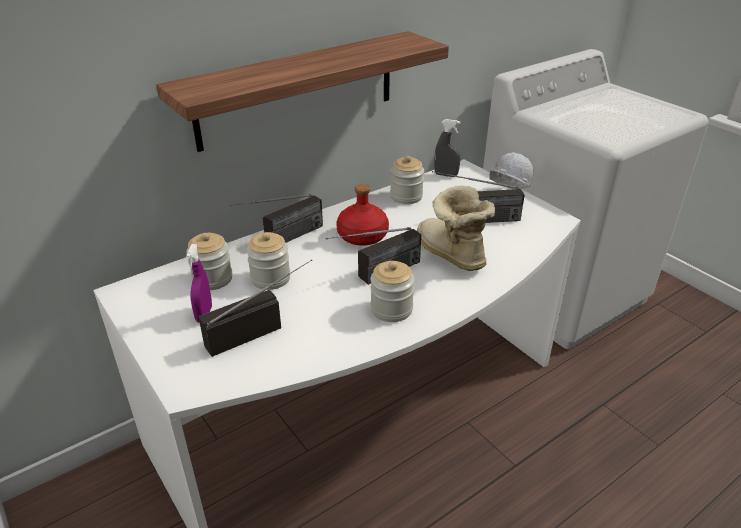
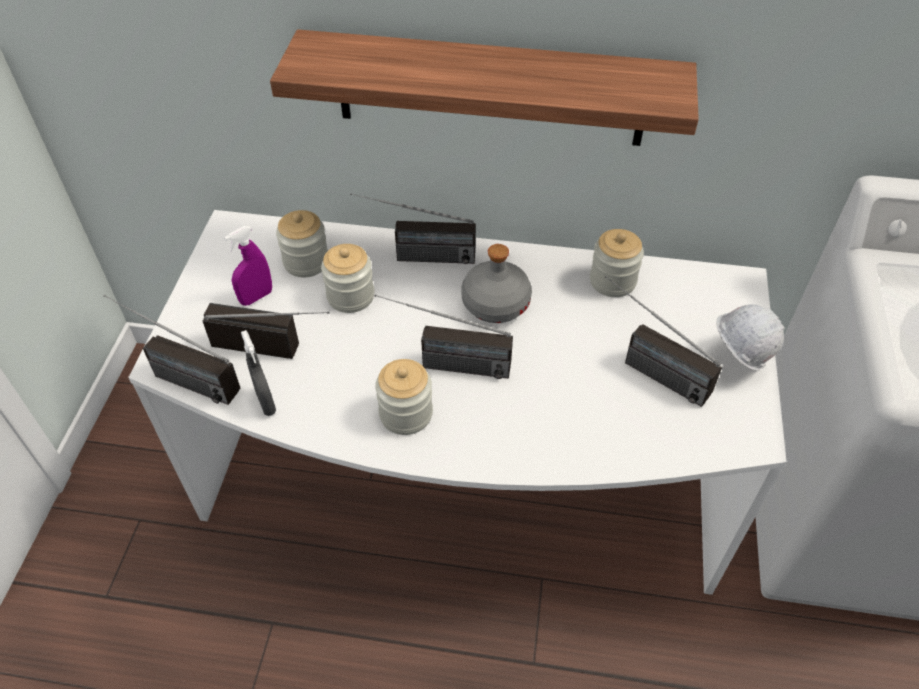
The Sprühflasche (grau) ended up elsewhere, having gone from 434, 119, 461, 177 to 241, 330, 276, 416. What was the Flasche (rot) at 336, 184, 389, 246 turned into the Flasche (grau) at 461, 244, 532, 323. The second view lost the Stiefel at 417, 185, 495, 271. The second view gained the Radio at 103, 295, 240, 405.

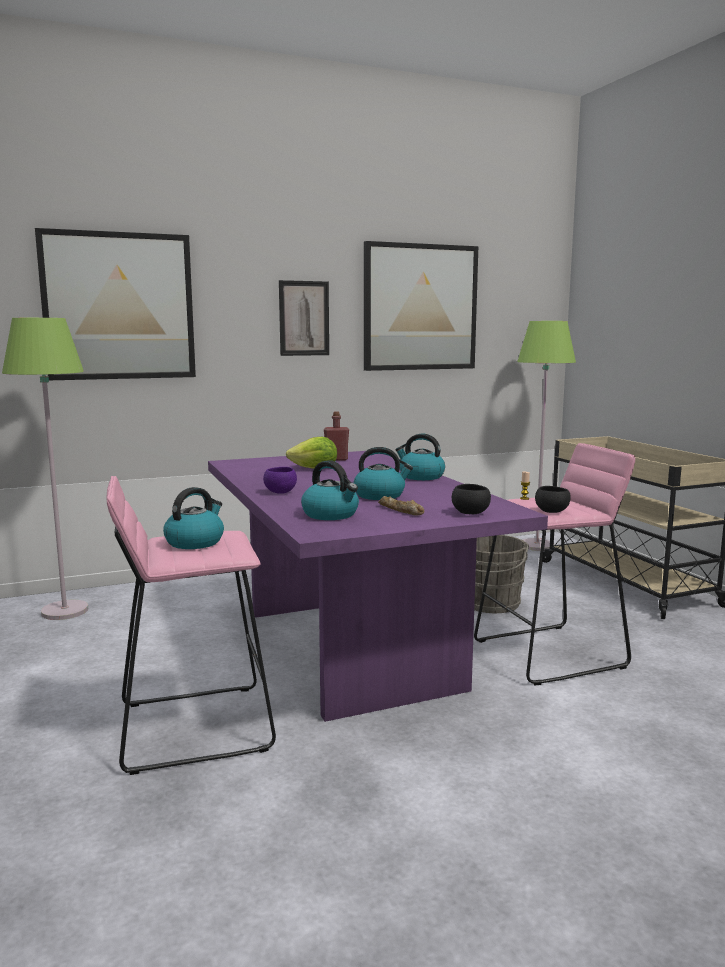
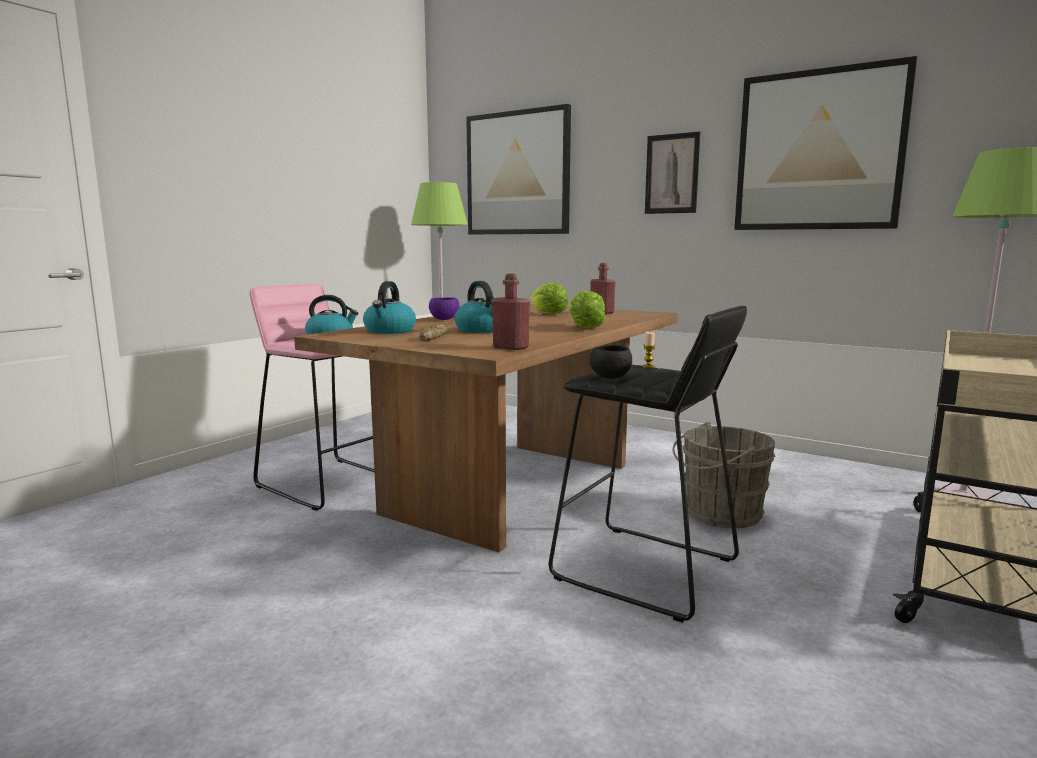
Where the Wasserkessel stood at 395, 434, 445, 480, the Salatkopf came to stand at 569, 291, 606, 328. What was the Hocker (rosa) at 474, 443, 635, 685 turned into the Hocker (schwarz) at 549, 306, 747, 623. What was the Esstisch (lila) at 208, 451, 548, 722 turned into the Esstisch (braun) at 294, 304, 678, 553. The second view lost the Schüssel (schwarz) at 452, 484, 491, 514. The second view gained the Flasche (rot) at 492, 274, 530, 350.

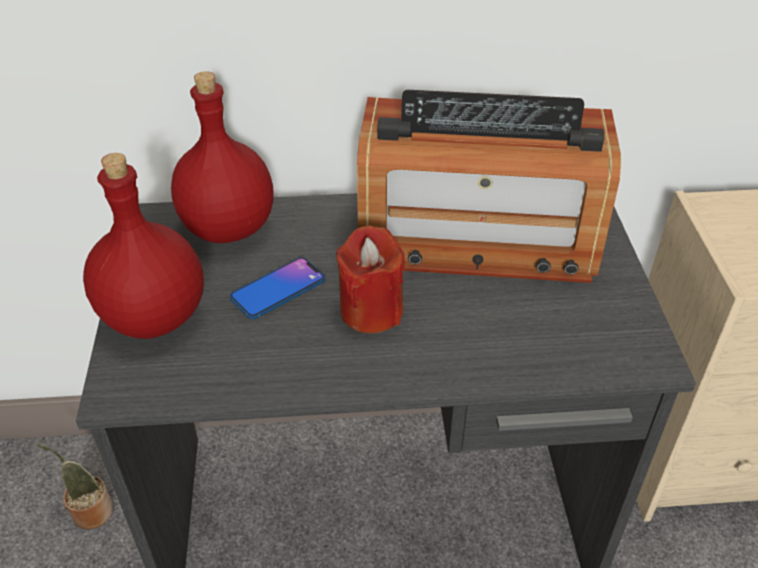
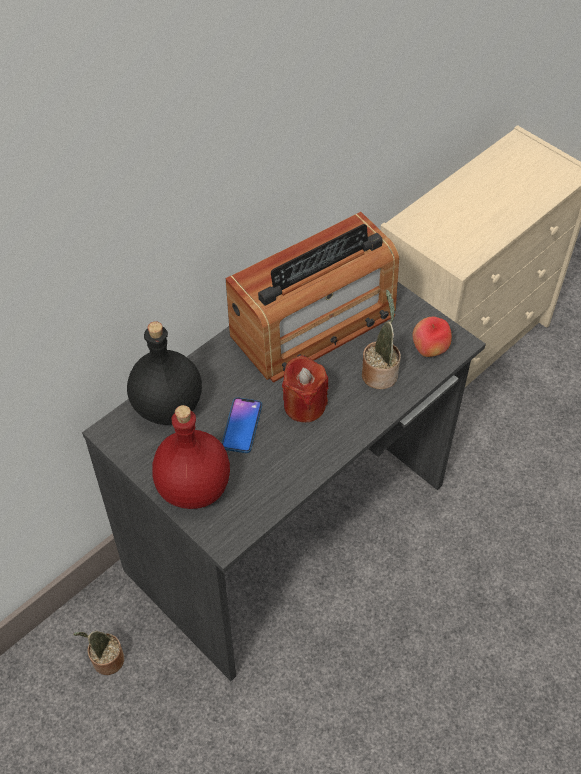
What was the Flasche (rot) at 171, 71, 274, 243 turned into the Flasche (schwarz) at 127, 321, 202, 425. The second view gained the Topfpflanze at 362, 290, 401, 389. The second view gained the Apfel at 413, 317, 452, 357.

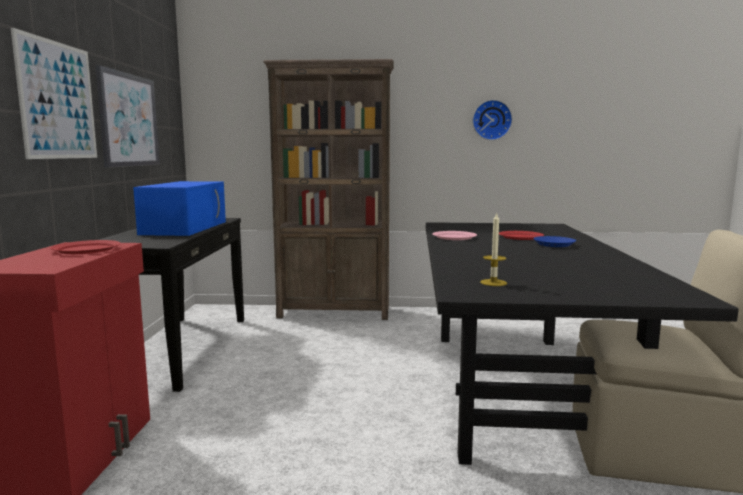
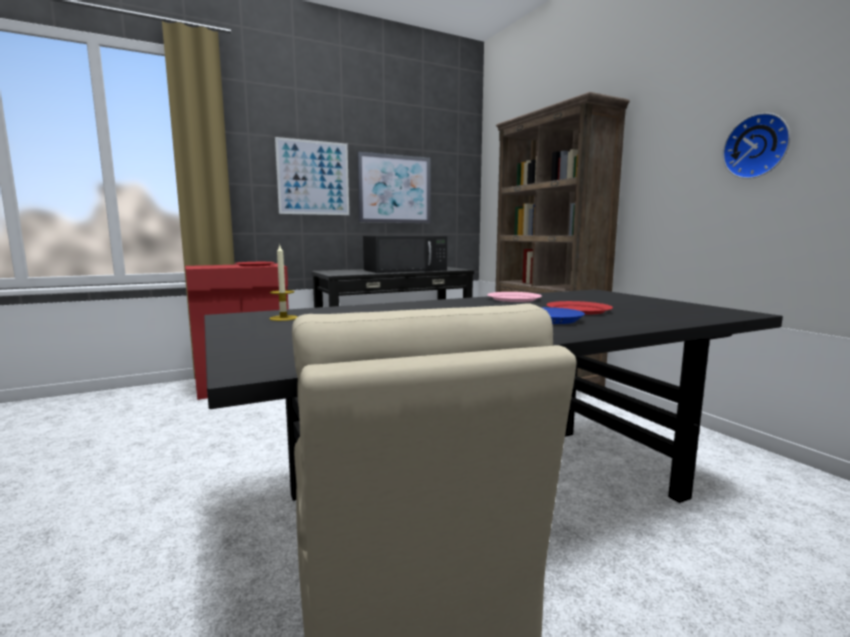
What was the Mikrowelle (blau) at 133, 181, 226, 236 turned into the Mikrowelle (schwarz) at 363, 236, 447, 273.

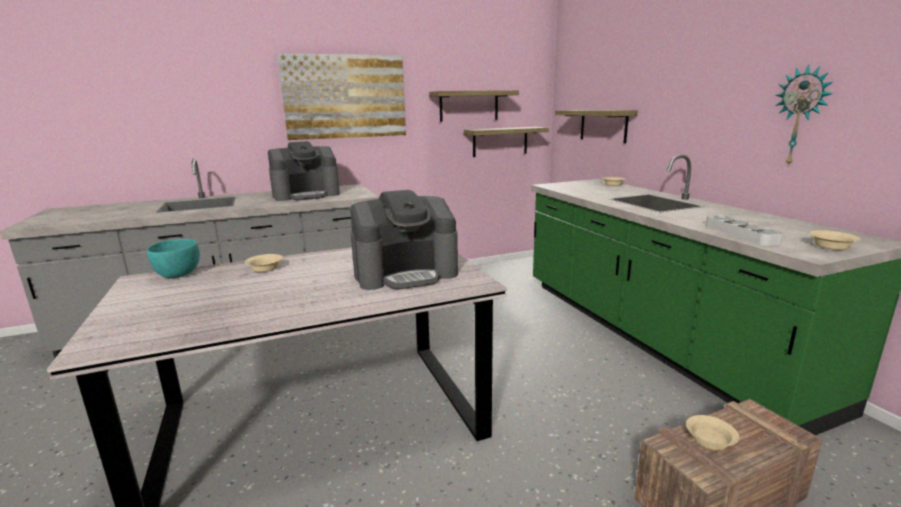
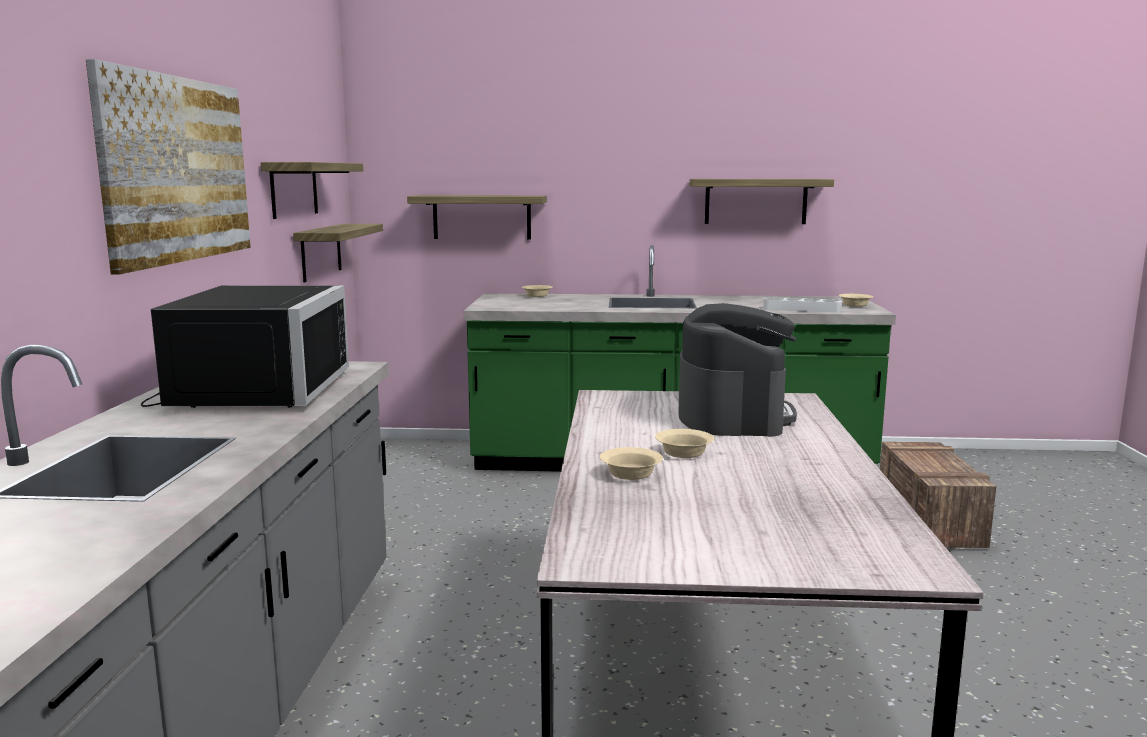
Where the Wanduhr hung at 775, 65, 833, 166, the Wandregal came to hang at 689, 179, 834, 224. Where the Kaffeemaschine stood at 268, 141, 340, 201, the Mikrowelle (schwarz) came to stand at 141, 285, 349, 408. The second view lost the Schüssel (türkis) at 147, 239, 200, 279. The Schüssel (beige) ended up elsewhere, having gone from 686, 415, 739, 450 to 655, 429, 714, 458.

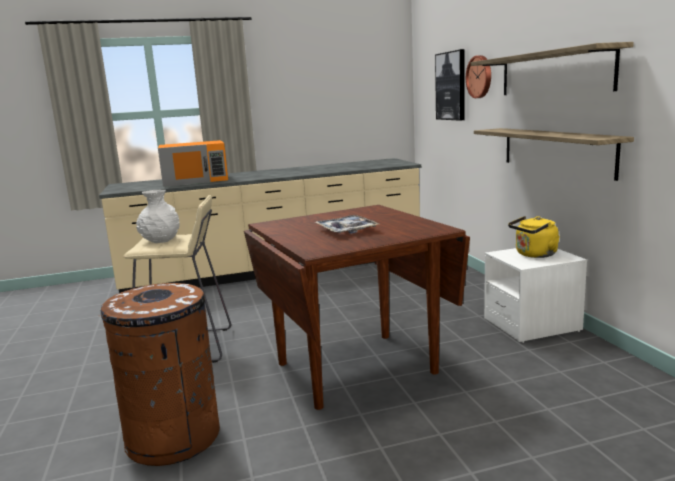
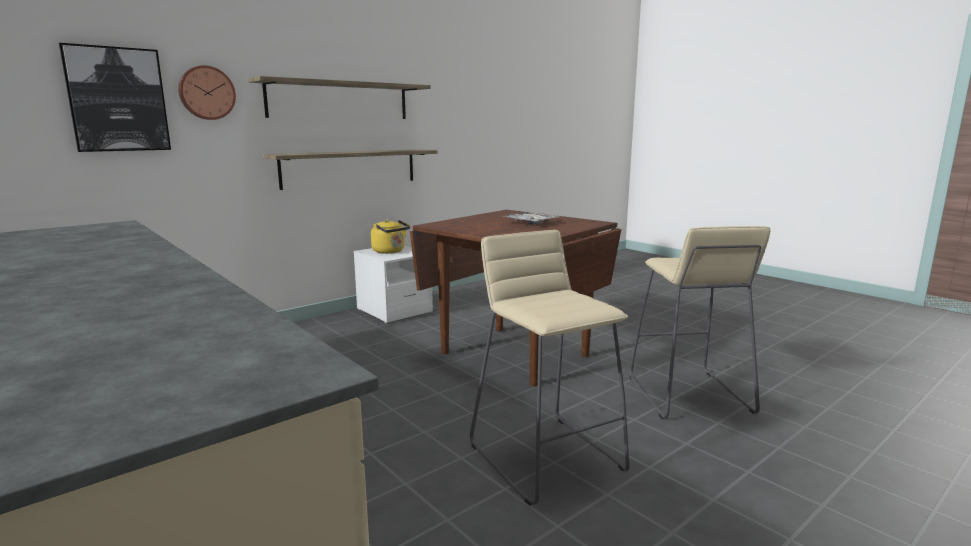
The second view lost the Mikrowelle (orange) at 158, 140, 228, 187. The second view lost the Vase (weiß) at 136, 190, 180, 243. Where the Mülleimer (braun) stood at 99, 283, 220, 466, the Hocker (beige) came to stand at 630, 226, 770, 419.

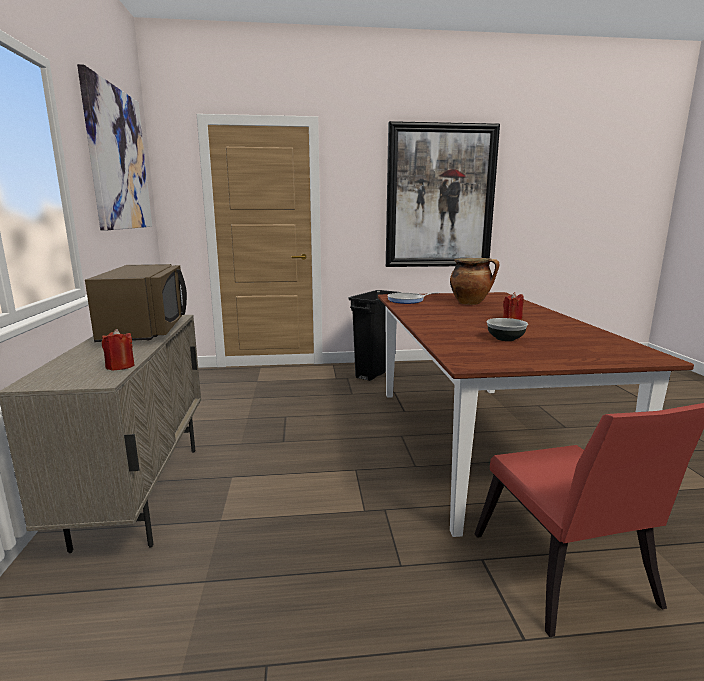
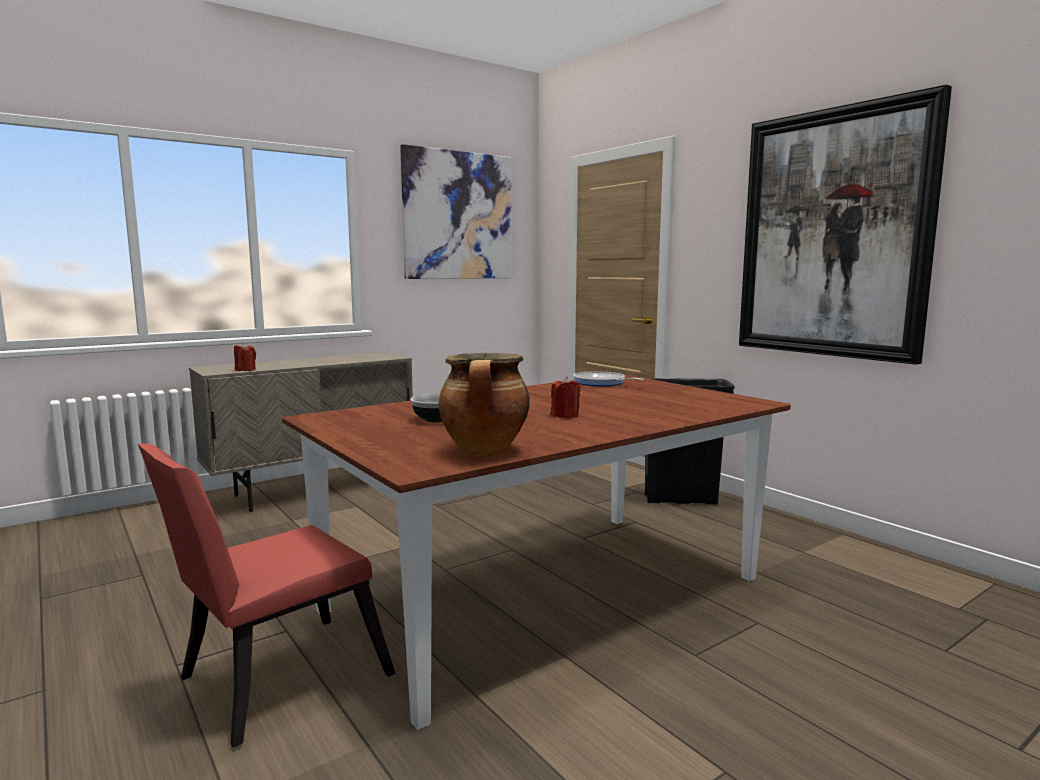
The Kochtopf ended up elsewhere, having gone from 450, 258, 499, 305 to 439, 353, 529, 456. The second view lost the Mikrowelle (braun) at 85, 264, 187, 342.

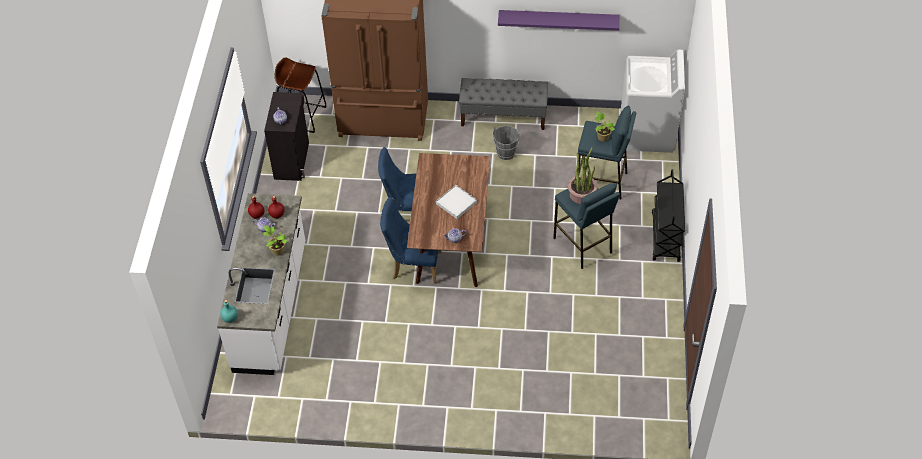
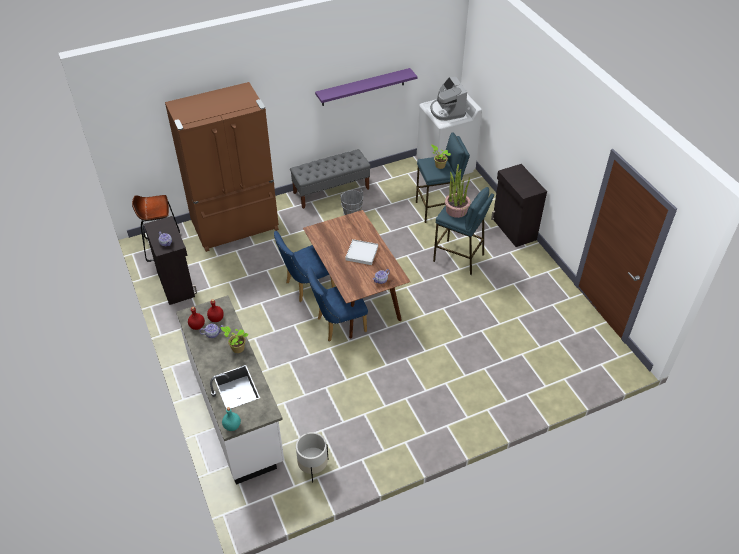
Where the Rollwagen (schwarz) stood at 652, 169, 685, 262, the Schrank (schwarz) came to stand at 491, 164, 547, 247. The second view gained the Kaffeemaschine at 430, 77, 467, 121. The second view gained the Pflanzkübel (weiß) at 296, 432, 328, 482.

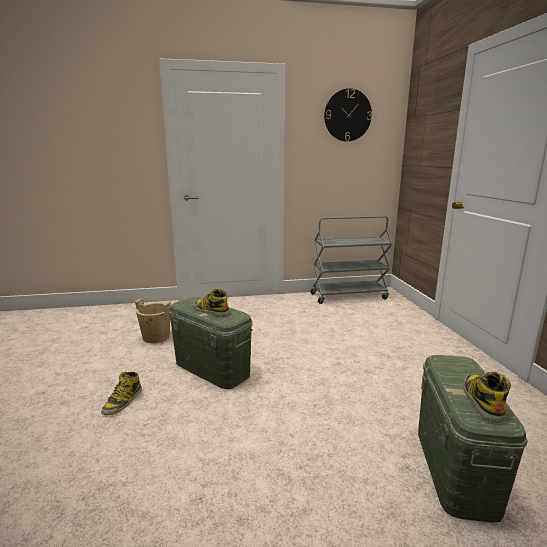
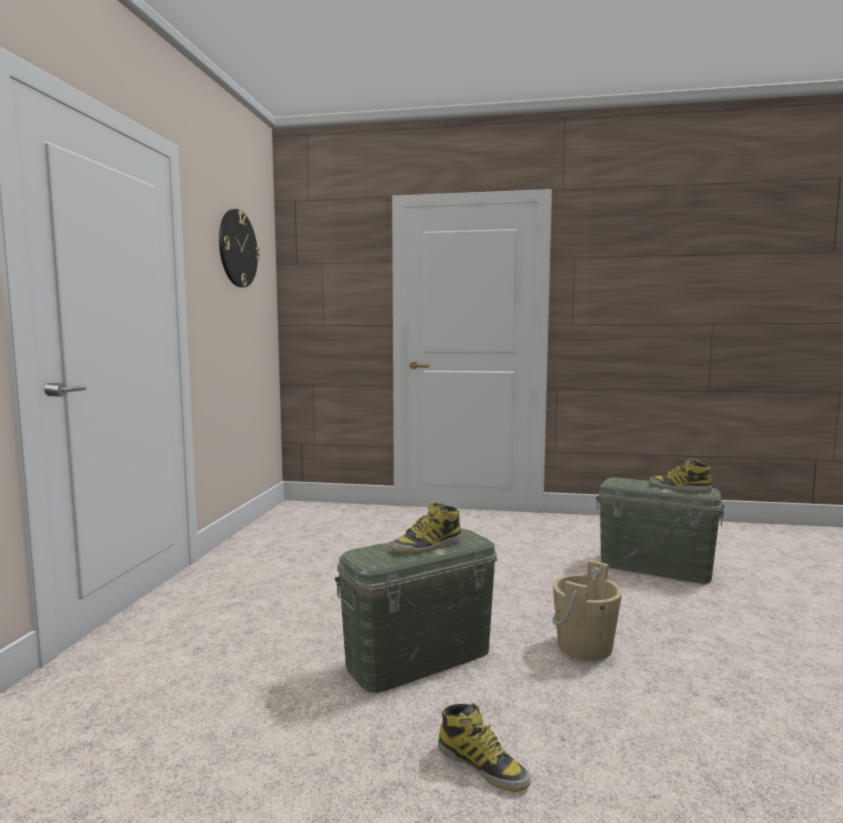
The second view lost the Rollwagen (grau) at 310, 216, 393, 304. The Eimer (beige) ended up elsewhere, having gone from 135, 298, 171, 343 to 552, 560, 622, 661.

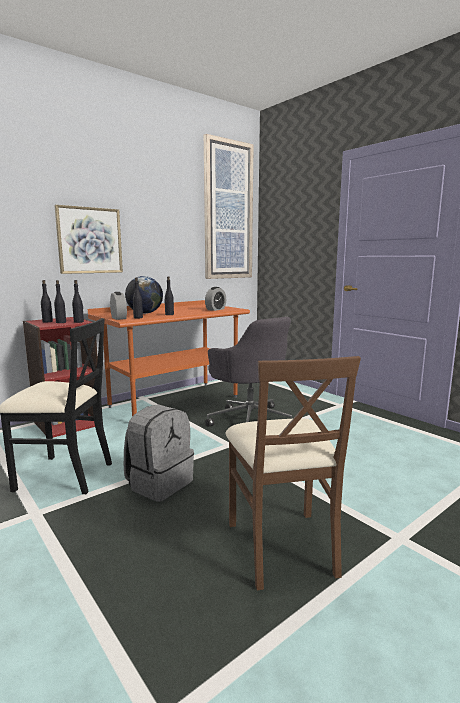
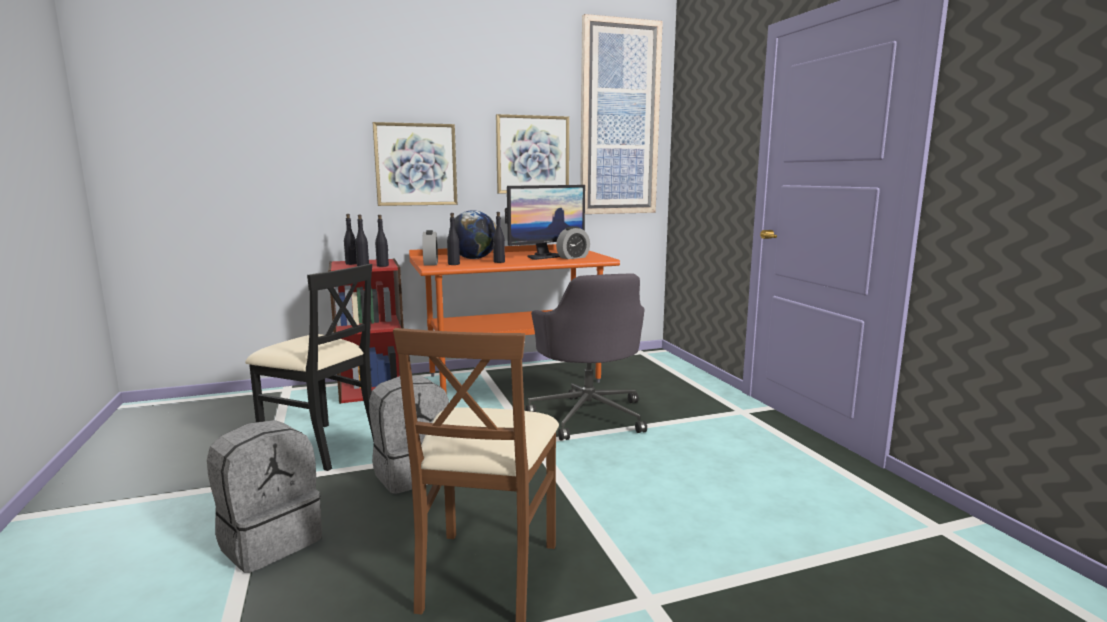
The second view gained the Bild at 496, 114, 569, 194. The second view gained the Monitor at 505, 185, 585, 260. The second view gained the Rucksack (grau) at 207, 420, 322, 573.

